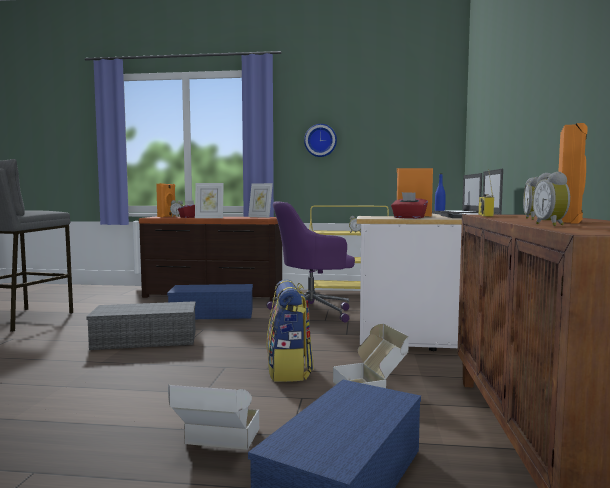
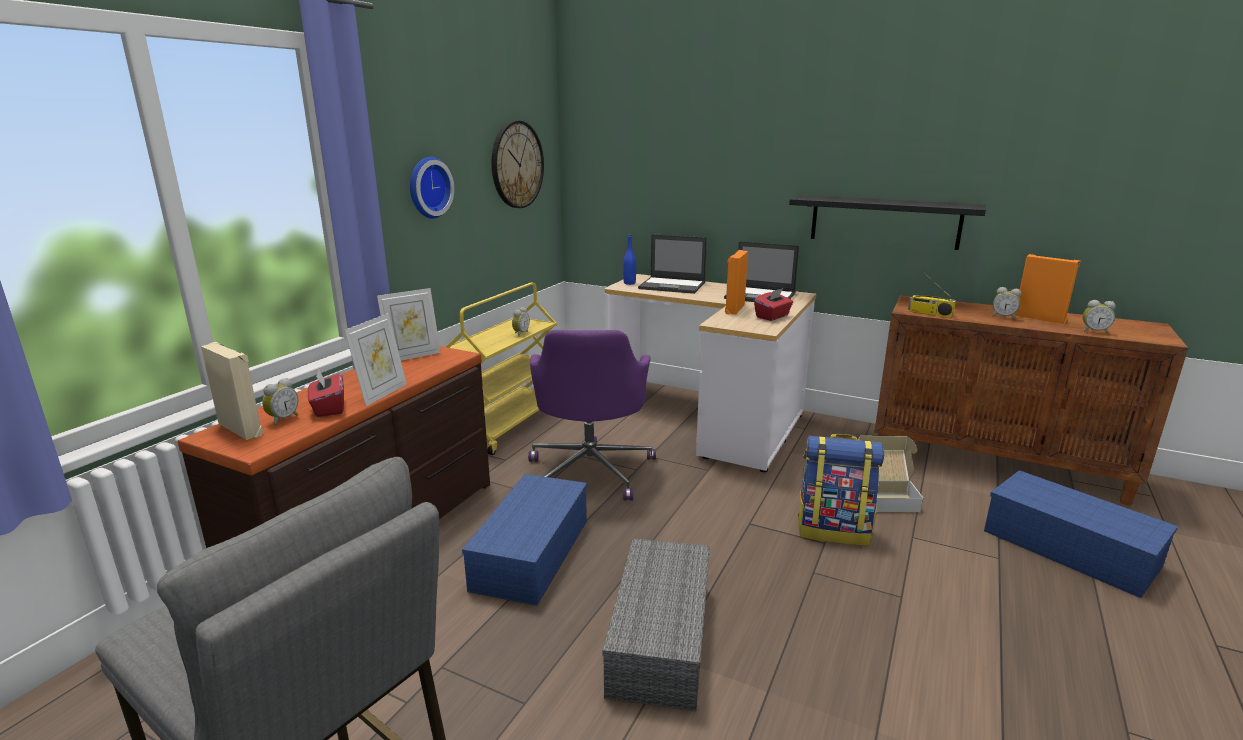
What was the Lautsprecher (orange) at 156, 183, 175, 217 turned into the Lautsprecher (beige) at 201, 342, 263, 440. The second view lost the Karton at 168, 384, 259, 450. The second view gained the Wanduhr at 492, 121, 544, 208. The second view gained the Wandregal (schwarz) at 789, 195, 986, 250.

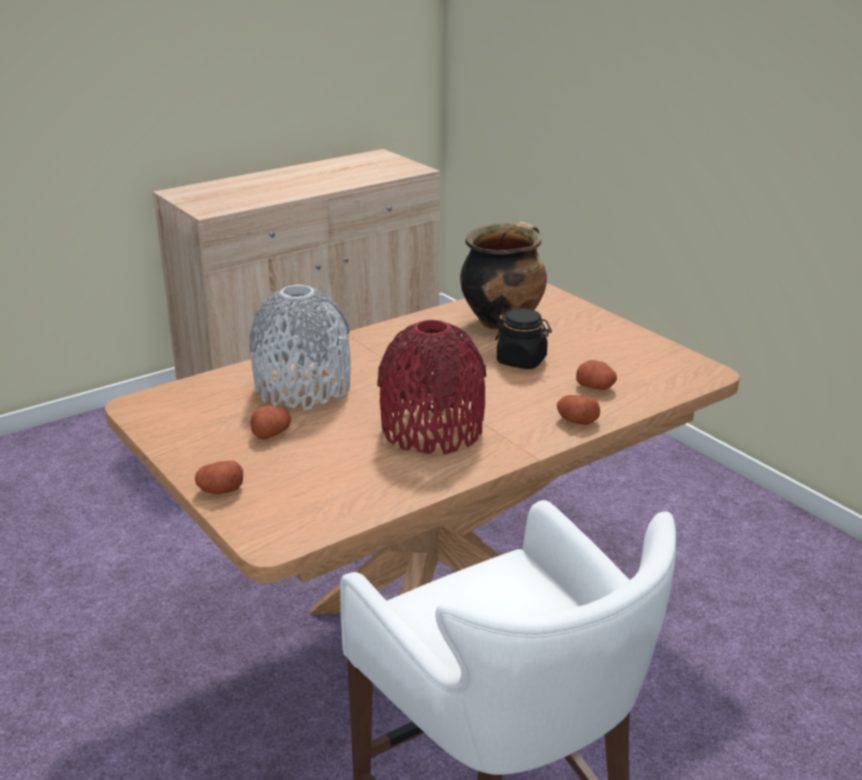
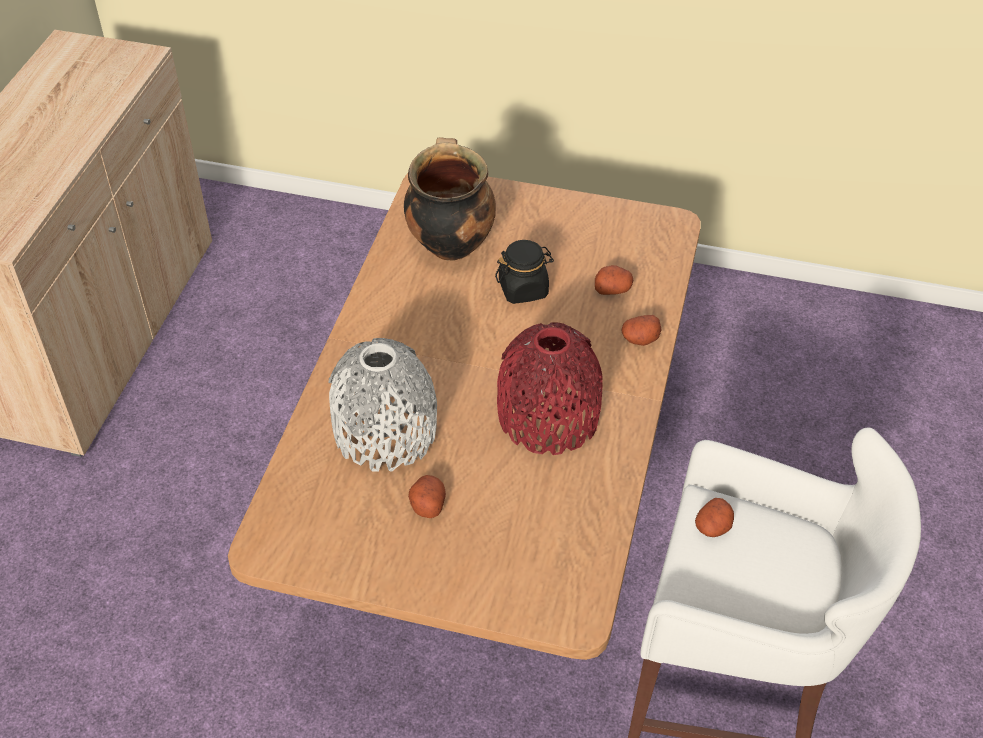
The Kartoffel ended up elsewhere, having gone from 195, 461, 243, 494 to 695, 498, 734, 537.

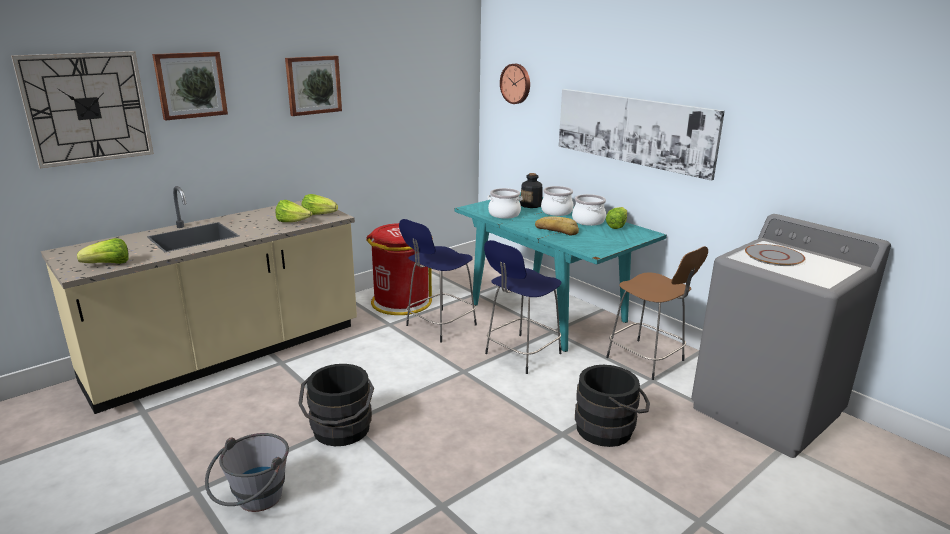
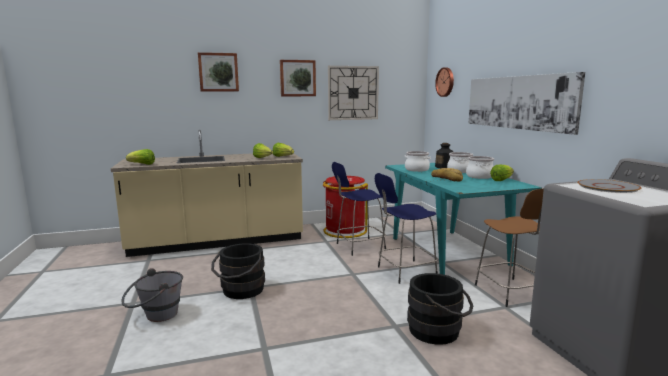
The Wanduhr ended up elsewhere, having gone from 11, 51, 154, 168 to 328, 66, 379, 120.

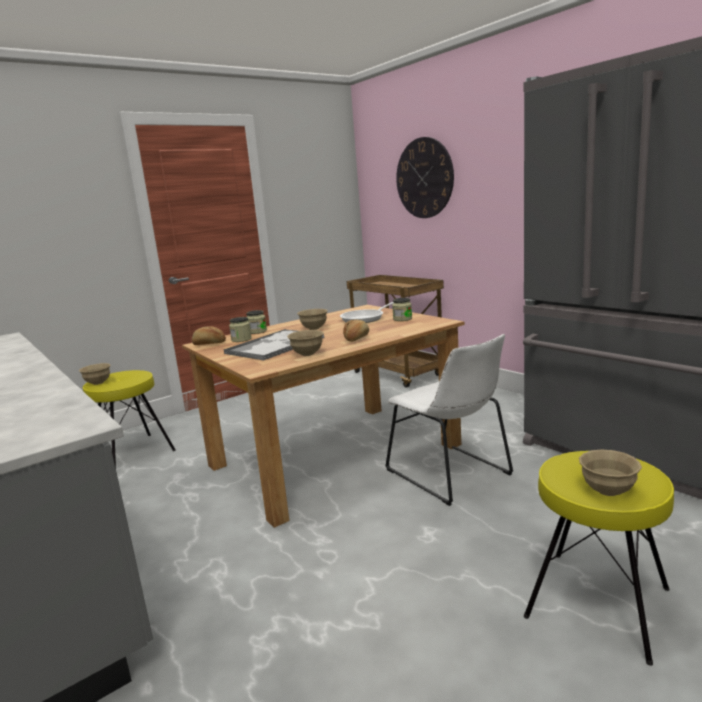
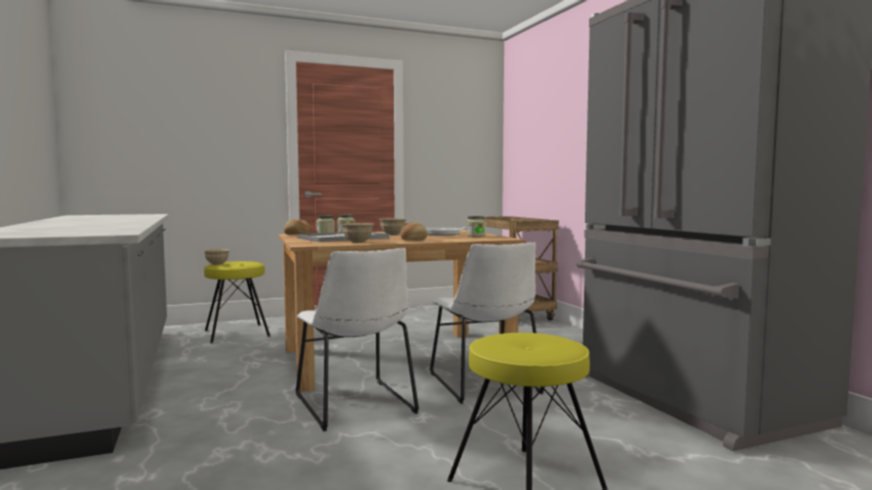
The second view lost the Wanduhr at 396, 137, 454, 218. The second view lost the Schüssel (beige) at 579, 449, 642, 496. The second view gained the Stuhl (weiß) at 296, 248, 419, 431.

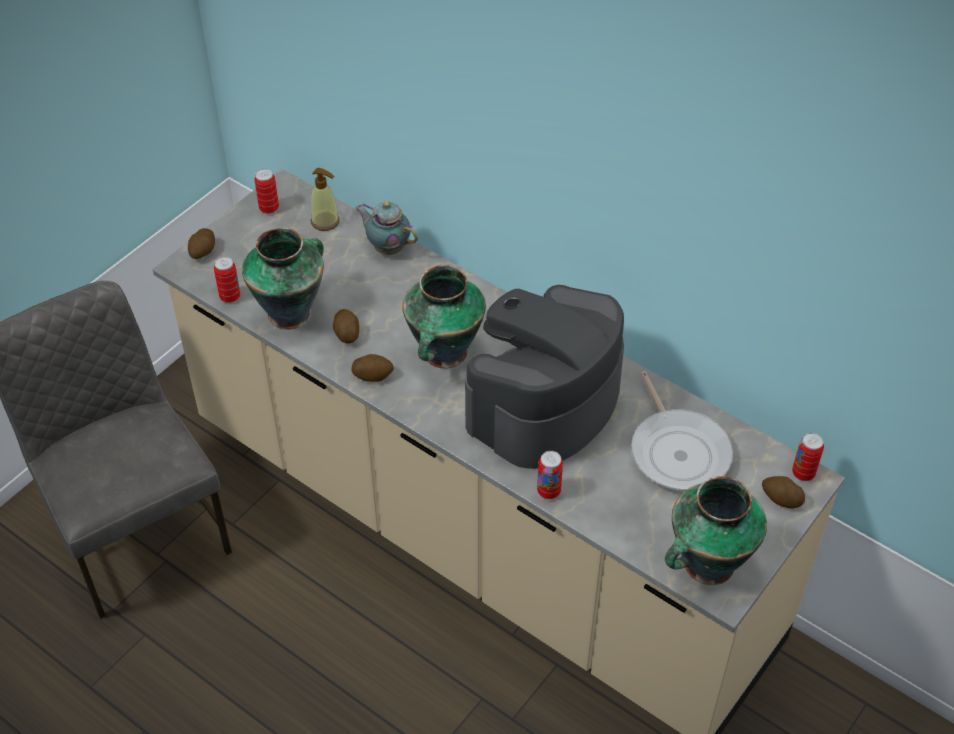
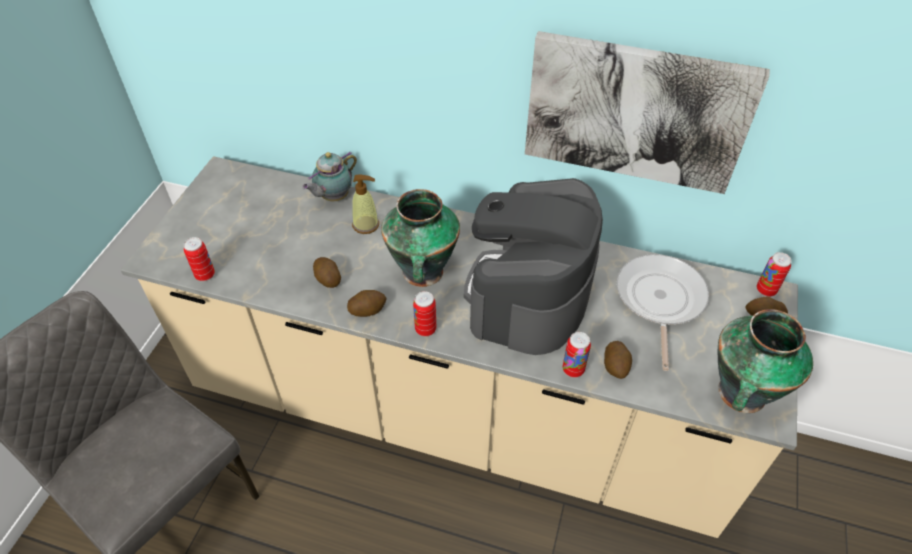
The Seifenspender ended up elsewhere, having gone from 311, 168, 340, 231 to 352, 175, 379, 234. The Dose ended up elsewhere, having gone from 255, 169, 279, 214 to 413, 291, 436, 336. The Teekanne at 355, 202, 418, 255 ended up facing another way, 60 degrees counterclockwise from before. The second view lost the Vase at 242, 227, 324, 330. The Kartoffel ended up elsewhere, having gone from 188, 228, 215, 259 to 604, 341, 632, 379. The Pfanne at 631, 371, 733, 491 ended up facing another way, 135 degrees counterclockwise from before. The second view gained the Bild at 525, 31, 770, 194.

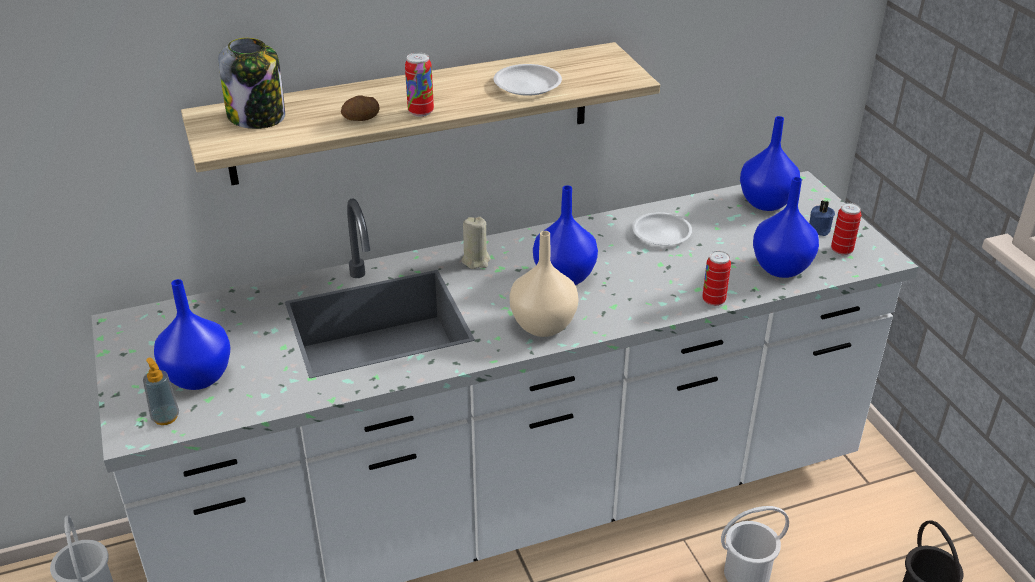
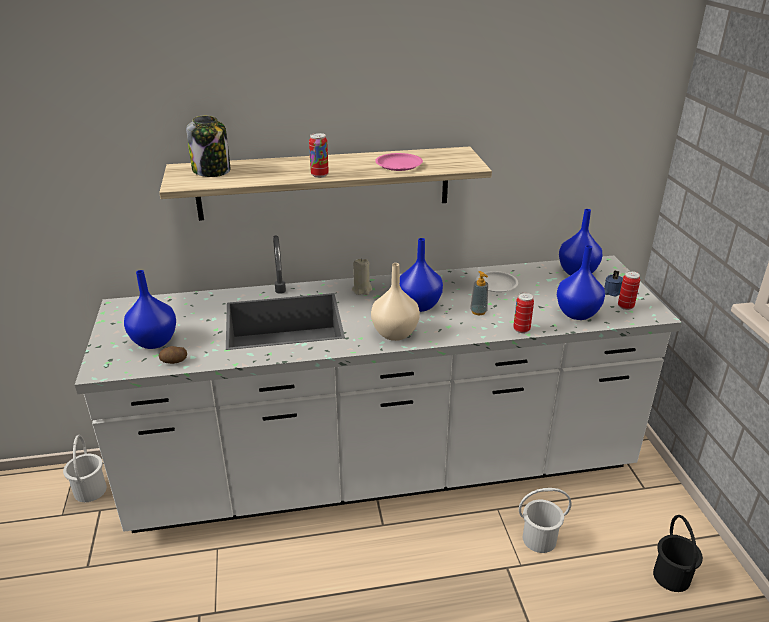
What was the Teller (weiß) at 494, 64, 562, 96 turned into the Teller (rosa) at 375, 153, 423, 171. The Kartoffel ended up elsewhere, having gone from 341, 95, 379, 121 to 159, 346, 187, 364. The Seifenspender ended up elsewhere, having gone from 143, 358, 179, 425 to 470, 271, 488, 315.

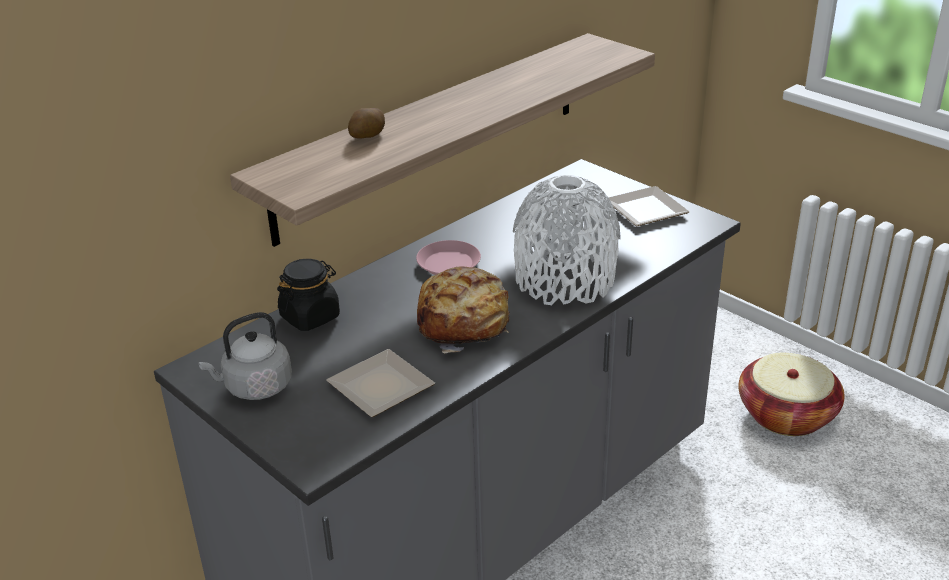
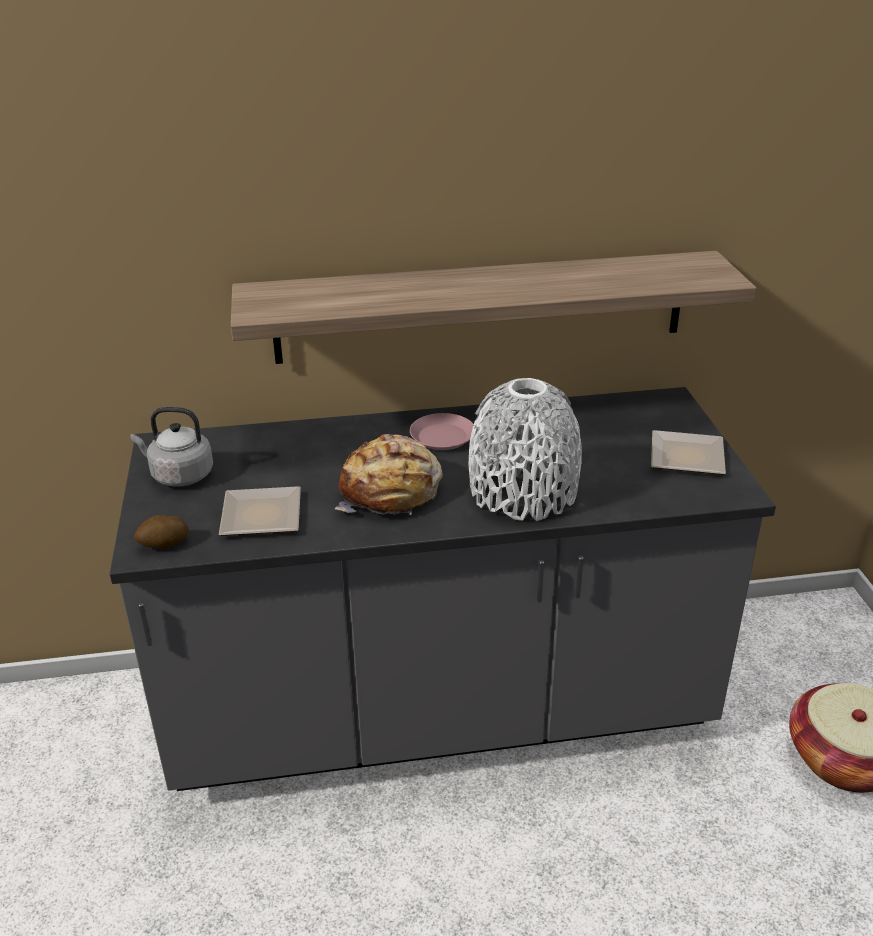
The Kartoffel ended up elsewhere, having gone from 348, 108, 385, 138 to 134, 515, 189, 549. The second view lost the Vorratsglas (schwarz) at 277, 259, 340, 331.

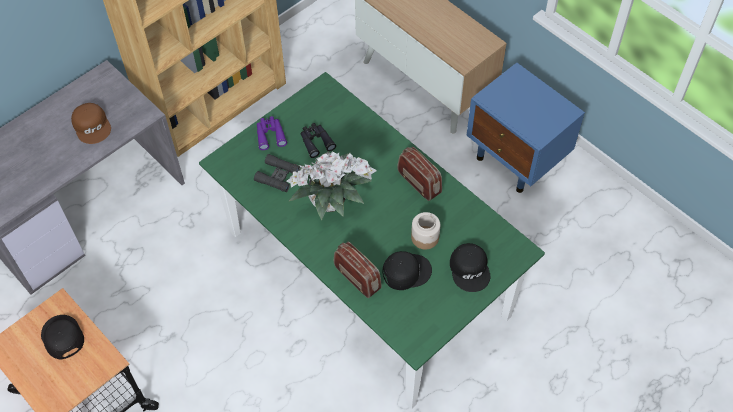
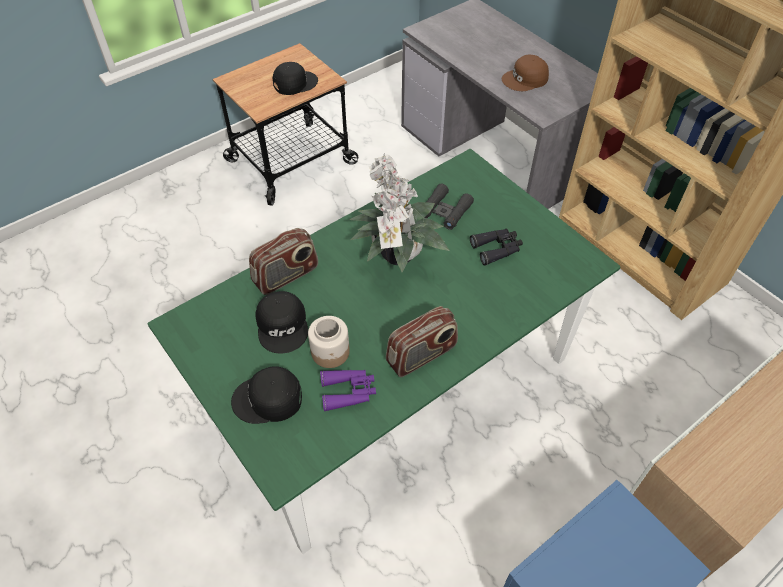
The Fernglas (lila) ended up elsewhere, having gone from 257, 116, 287, 150 to 320, 370, 376, 411.

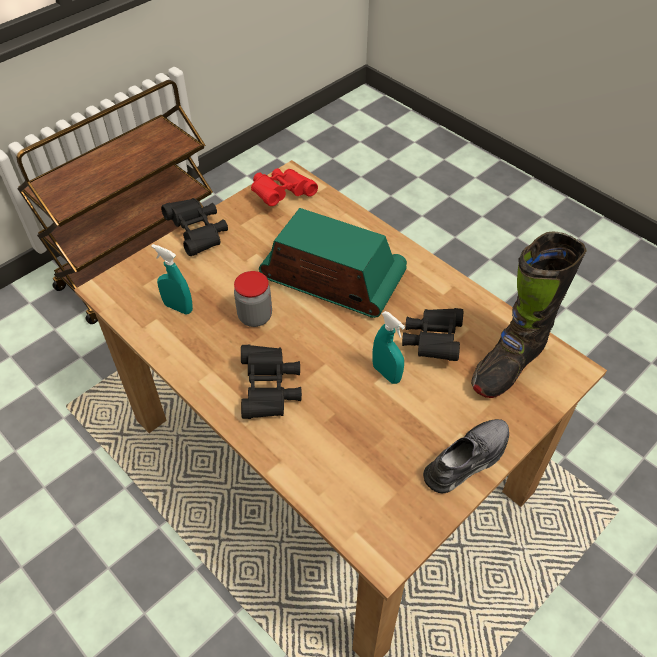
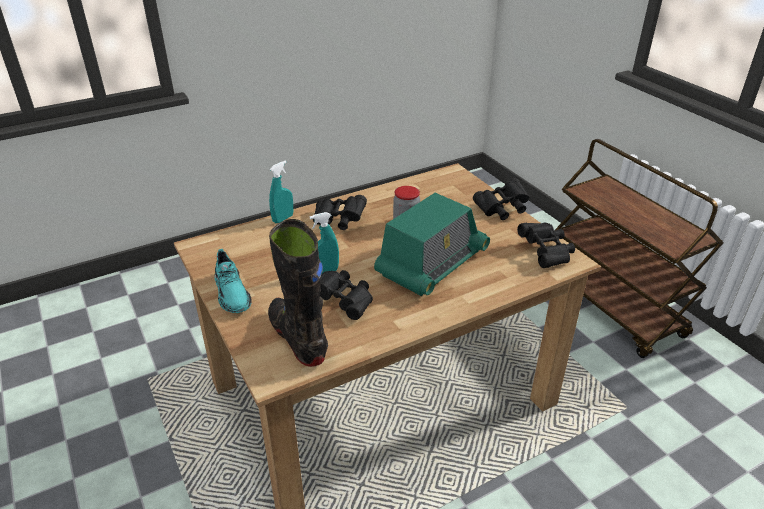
What was the Fernglas (rot) at 251, 168, 318, 206 turned into the Fernglas (schwarz) at 517, 223, 575, 268. The Sprühflasche (türkis) ended up elsewhere, having gone from 151, 244, 193, 315 to 269, 161, 293, 223. What was the Schuh (grau) at 423, 419, 509, 493 turned into the Schuh (türkis) at 214, 249, 252, 313.

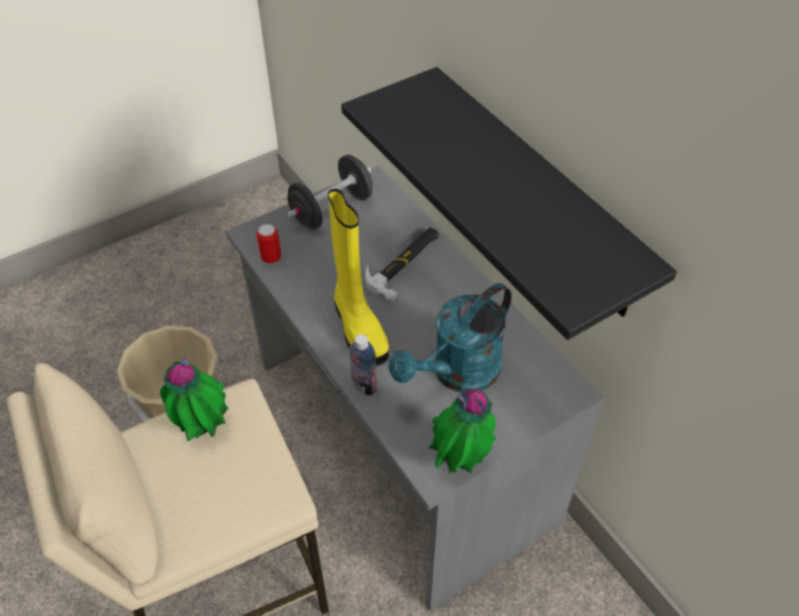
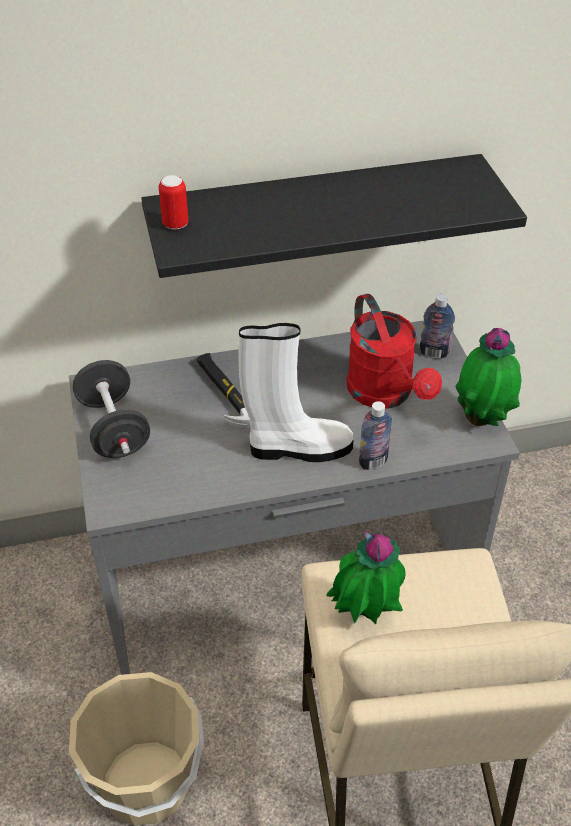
What was the Stiefel (gelb) at 328, 189, 389, 366 turned into the Stiefel (weiß) at 239, 323, 354, 462. The Dose ended up elsewhere, having gone from 257, 224, 281, 264 to 159, 175, 188, 230. What was the Gießkanne (türkis) at 389, 283, 512, 393 turned into the Gießkanne (rot) at 347, 294, 442, 409. The second view gained the Flasche at 420, 294, 455, 359.

